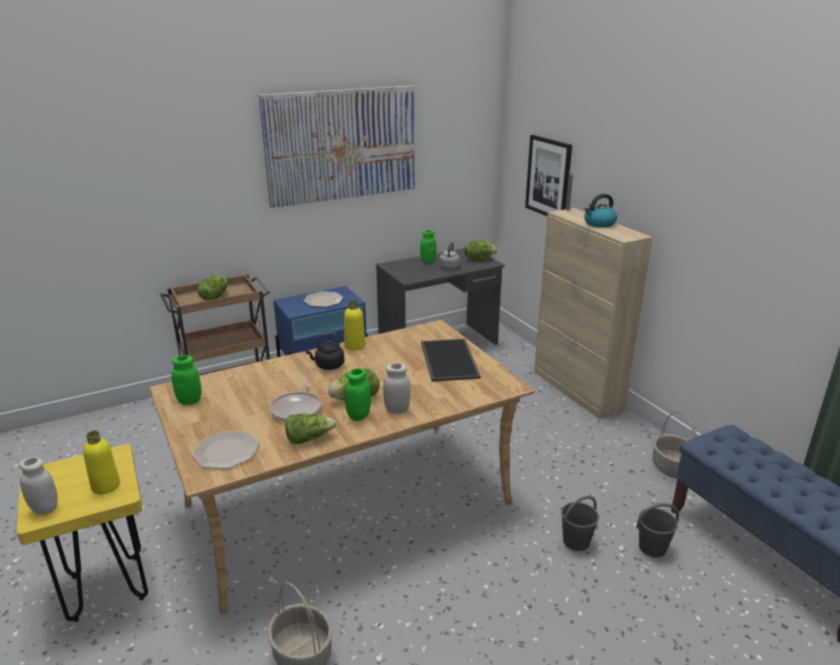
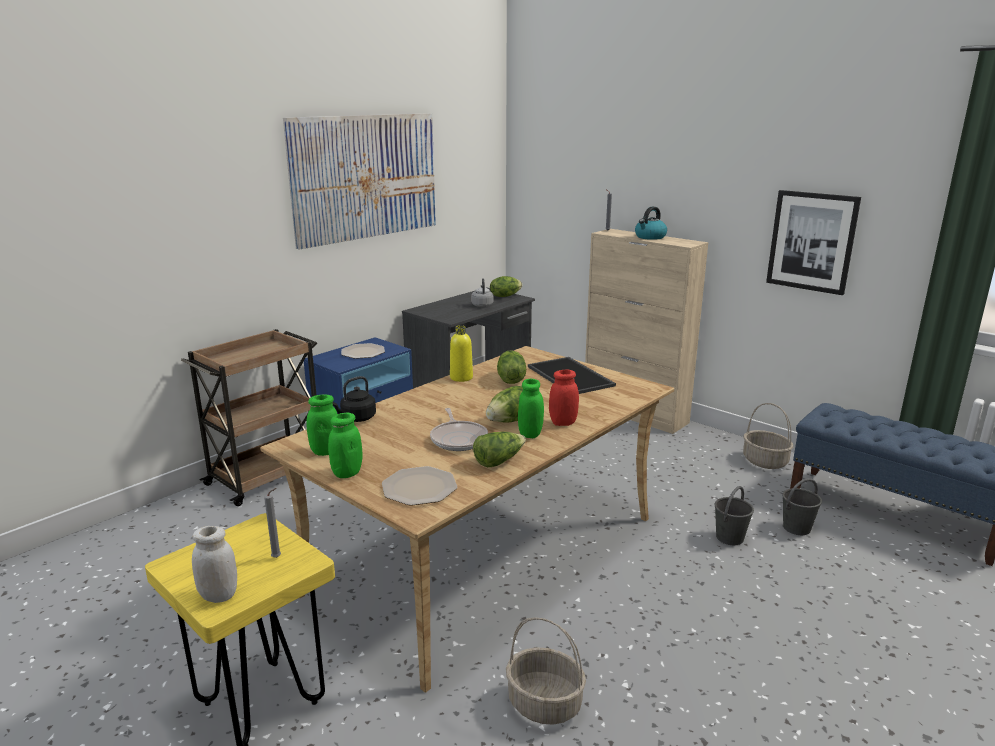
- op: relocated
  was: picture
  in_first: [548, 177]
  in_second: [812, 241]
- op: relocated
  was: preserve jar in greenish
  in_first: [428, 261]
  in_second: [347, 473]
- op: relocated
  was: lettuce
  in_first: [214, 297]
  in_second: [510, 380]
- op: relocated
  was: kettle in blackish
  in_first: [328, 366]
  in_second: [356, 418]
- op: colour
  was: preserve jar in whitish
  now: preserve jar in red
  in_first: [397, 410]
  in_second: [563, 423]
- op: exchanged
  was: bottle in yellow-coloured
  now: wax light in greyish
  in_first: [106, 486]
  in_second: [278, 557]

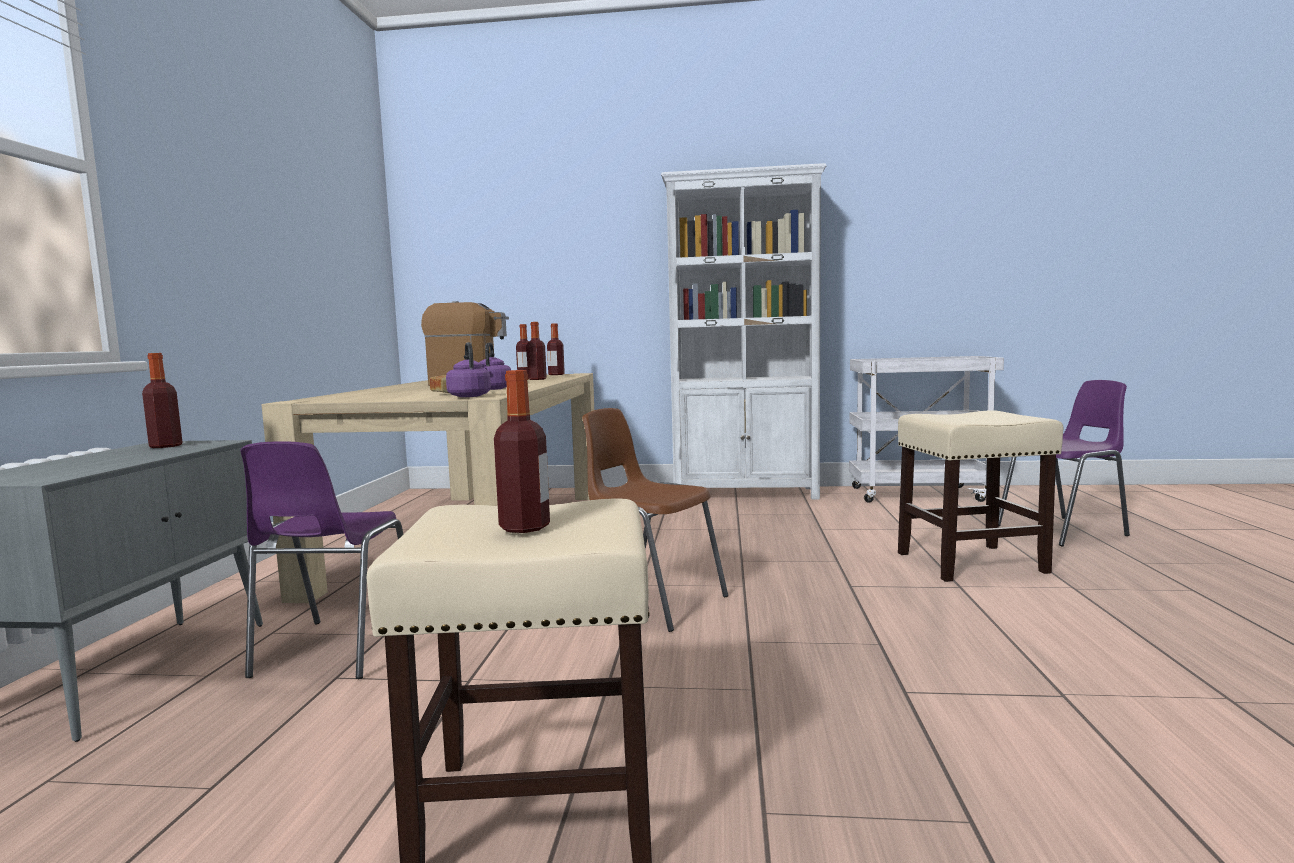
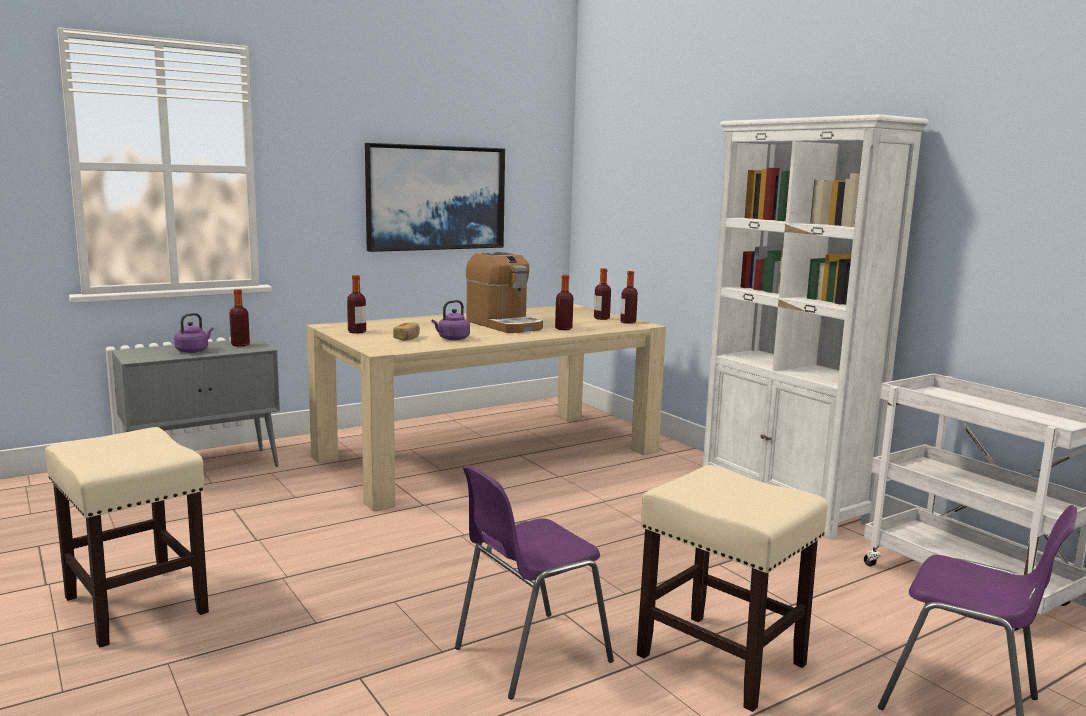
- op: relocated
  was: kettle in purplish
  in_first: [469, 396]
  in_second: [193, 351]
- op: relocated
  was: bottle
  in_first: [524, 527]
  in_second: [357, 332]
- op: missing
  was: plain chair in brown-coloured
  in_first: [651, 601]
- op: relocated
  was: plain chair in purplish
  in_first: [335, 650]
  in_second: [528, 655]
- op: appeared
  now: picture
  in_second: [436, 197]

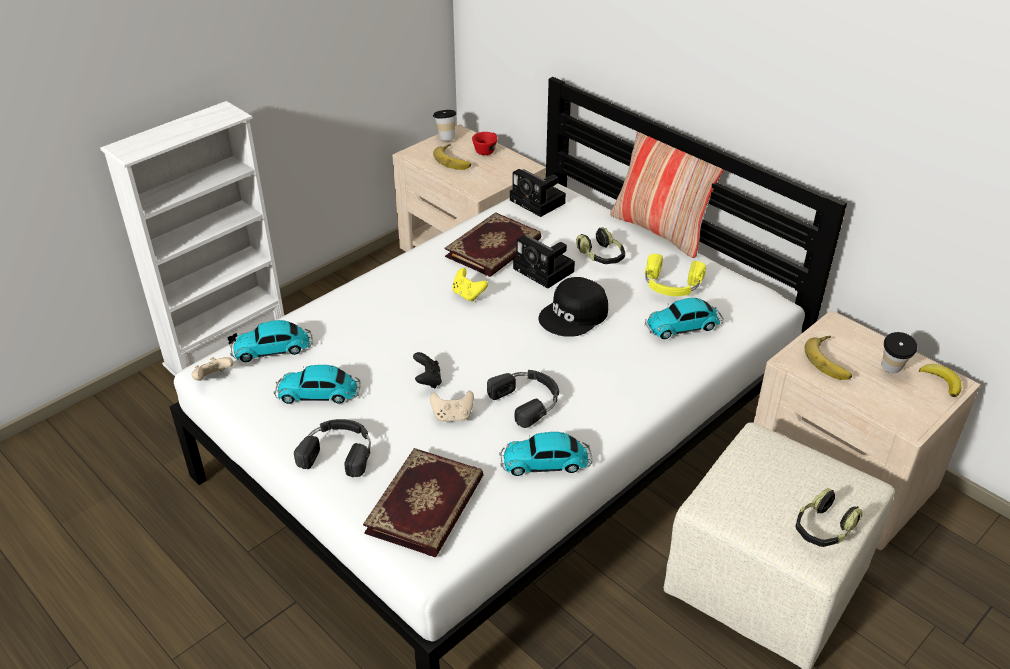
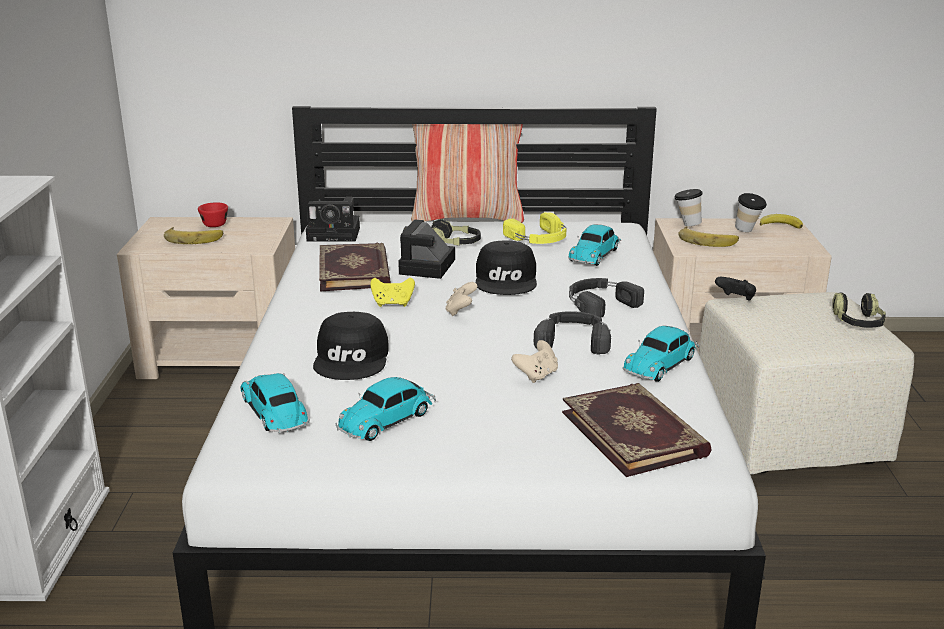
- op: relocated
  was: cup
  in_first: [445, 138]
  in_second: [686, 224]
- op: spun
  was: photo camera
  in_first: [546, 271]
  in_second: [427, 268]
  clockwise: 105
- op: spun
  was: miniature car
  in_first: [274, 349]
  in_second: [275, 413]
  clockwise: 120
- op: relocated
  was: game controller in blackish
  in_first: [428, 381]
  in_second: [735, 299]
- op: relocated
  was: game controller in beige-coloured
  in_first: [213, 378]
  in_second: [460, 311]
- op: relocated
  was: headphones in blackish
  in_first: [338, 451]
  in_second: [599, 303]
- op: appeared
  now: baseball cap in blackish
  in_second: [353, 358]

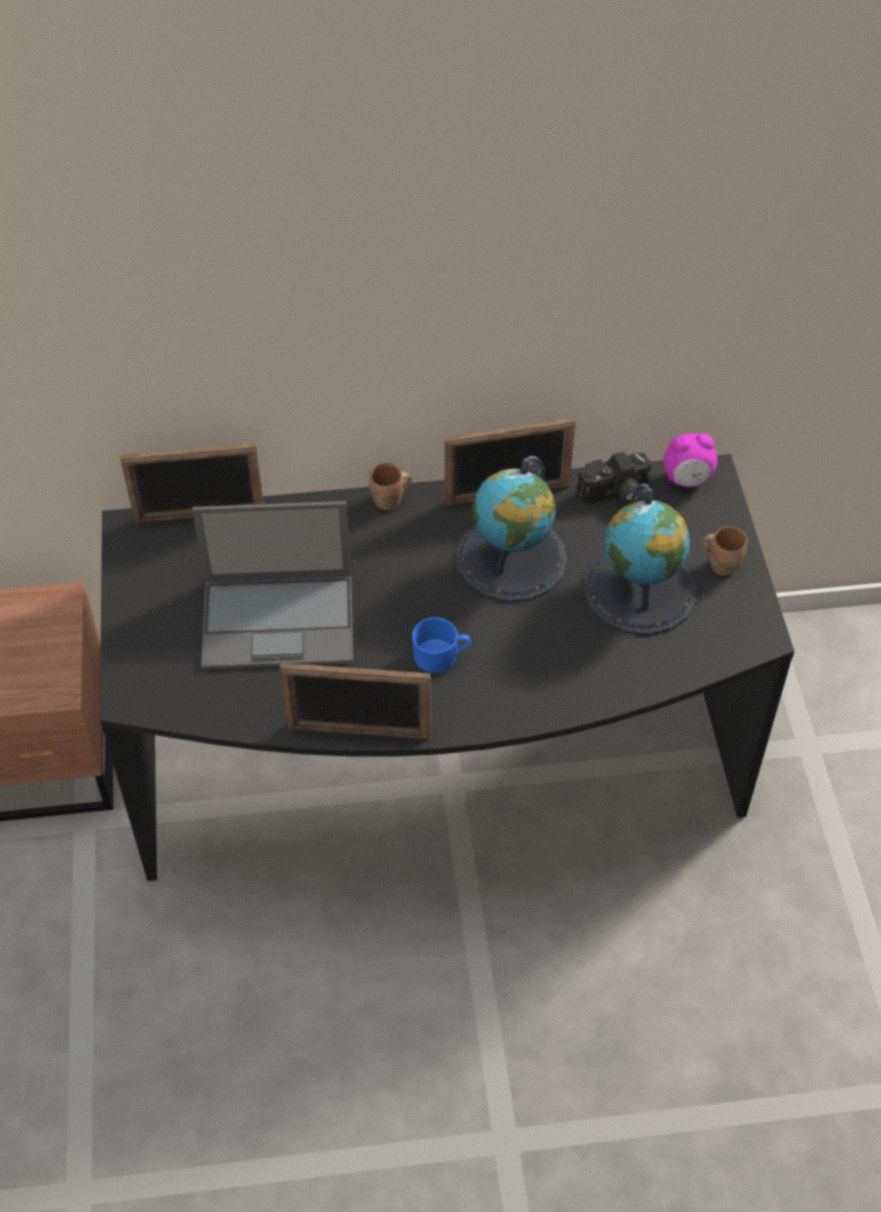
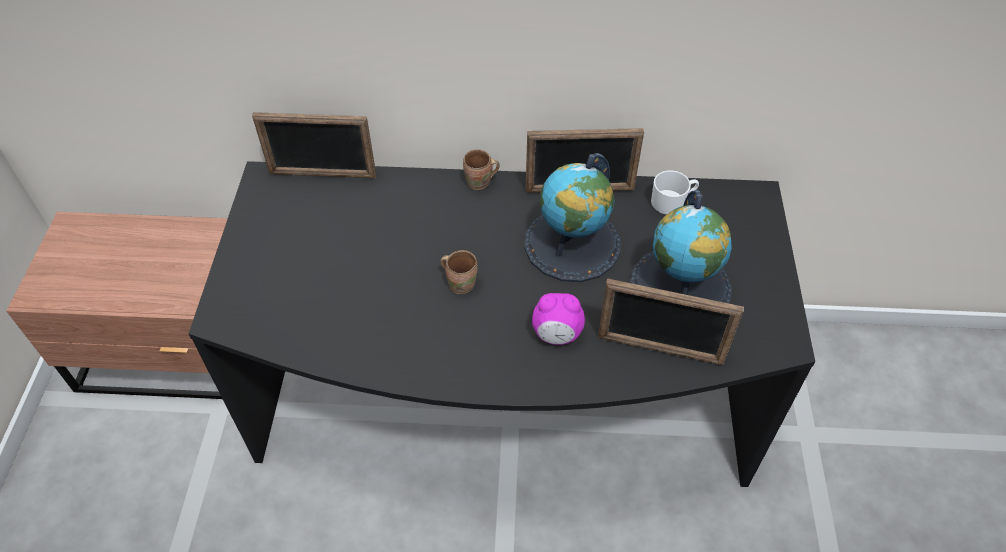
- op: relocated
  was: table clock
  in_first: [687, 480]
  in_second: [557, 335]
- op: exchanged
  was: photo camera
  now: mug in whitish
  in_first: [615, 494]
  in_second: [672, 202]
- op: missing
  was: portable computer
  in_first: [280, 620]
- op: relocated
  was: mug in brown-coloured
  in_first: [722, 563]
  in_second: [461, 283]
- op: missing
  was: mug in bluish
  in_first: [441, 656]
- op: relocated
  was: photo frame
  in_first: [359, 731]
  in_second: [660, 349]

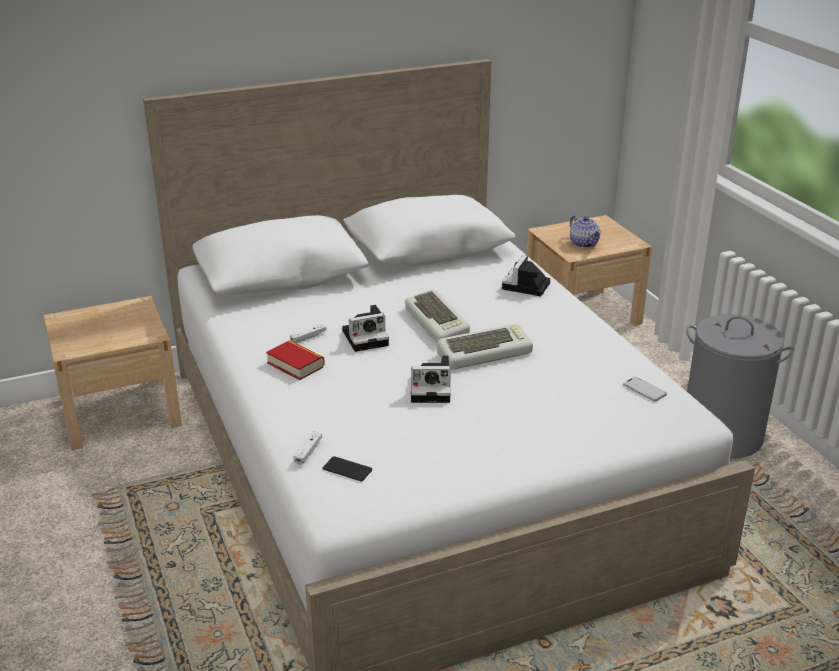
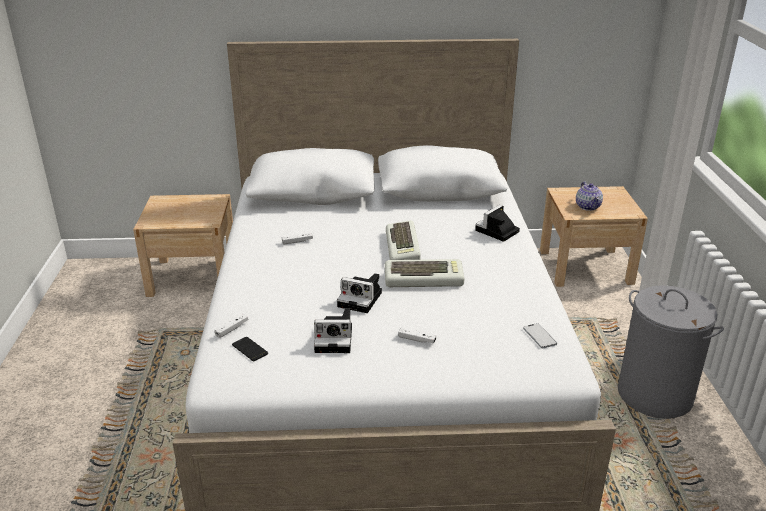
- op: relocated
  was: photo camera
  in_first: [367, 337]
  in_second: [335, 339]
- op: missing
  was: book
  in_first: [295, 365]
- op: appeared
  now: game controller in whitish
  in_second: [417, 339]

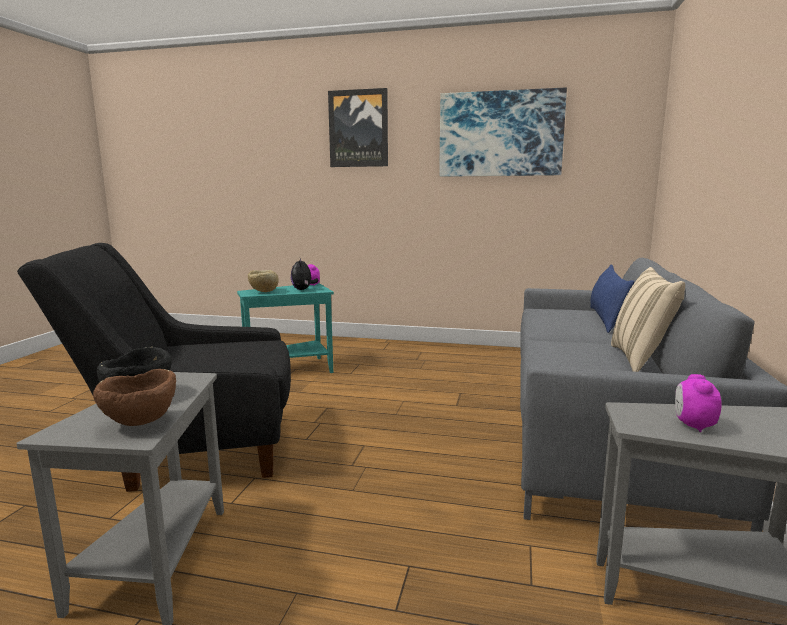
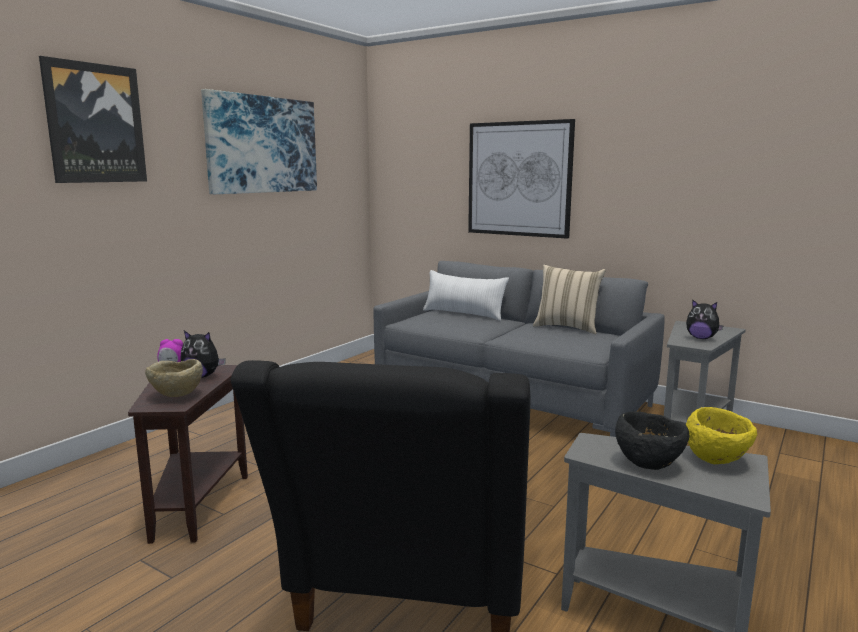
- op: colour
  was: pillow in bluish
  now: pillow in whitish
  in_first: [607, 319]
  in_second: [463, 314]
- op: colour
  was: accent table in turquoise
  now: accent table in brown-coloured
  in_first: [292, 370]
  in_second: [196, 503]
- op: colour
  was: bowl in brown-coloured
  now: bowl in yellow-coloured
  in_first: [140, 424]
  in_second: [718, 460]
- op: exchanged
  was: table clock
  now: cuddly toy
  in_first: [693, 425]
  in_second: [701, 338]
- op: appeared
  now: picture
  in_second: [519, 179]

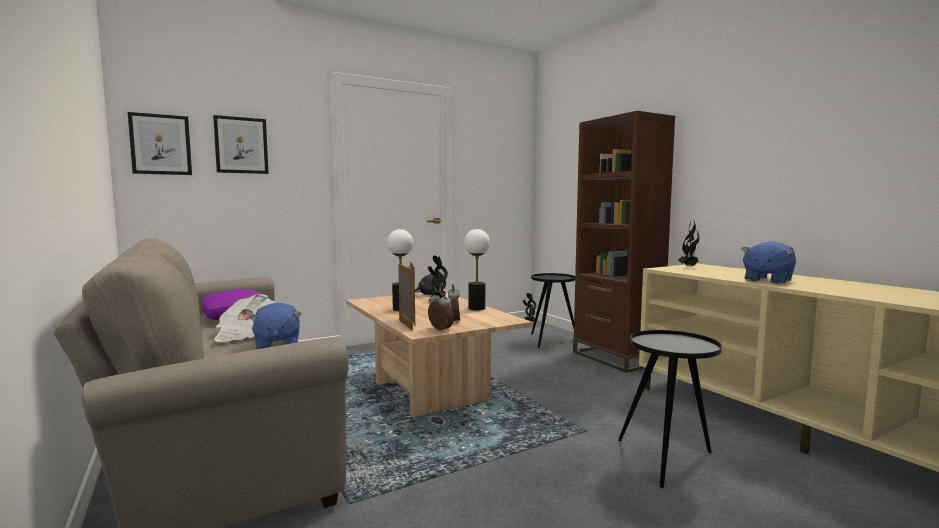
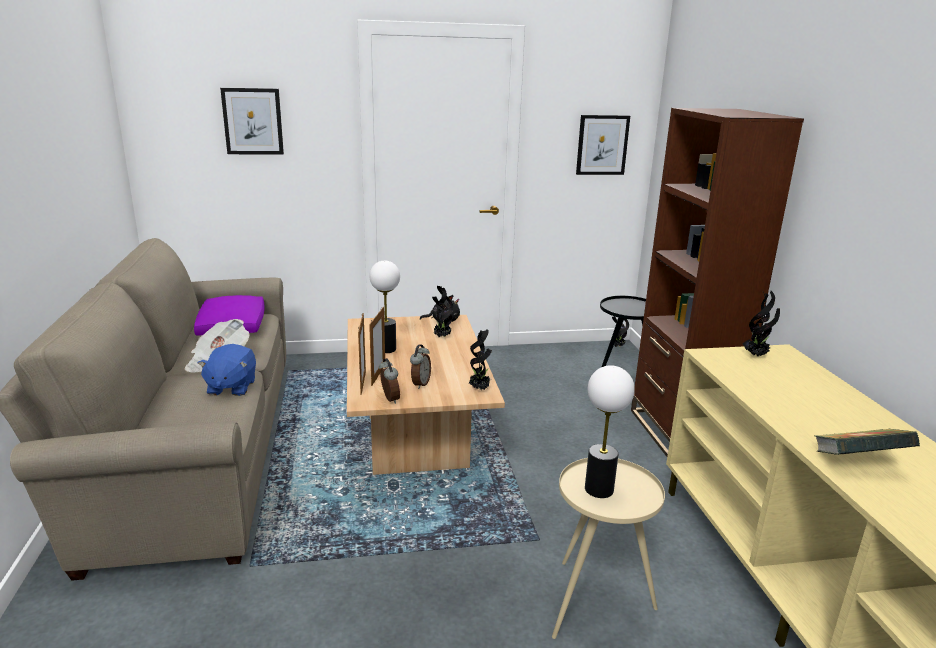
- op: relocated
  was: picture
  in_first: [161, 144]
  in_second: [602, 145]
- op: relocated
  was: table lamp
  in_first: [477, 308]
  in_second: [599, 489]
- op: missing
  was: cuddly toy in bluish
  in_first: [767, 280]
- op: colour
  was: accent table in blackish
  now: accent table in beige-coloured
  in_first: [668, 459]
  in_second: [596, 604]
- op: appeared
  now: houseplant
  in_second: [480, 389]
- op: appeared
  now: book
  in_second: [857, 463]

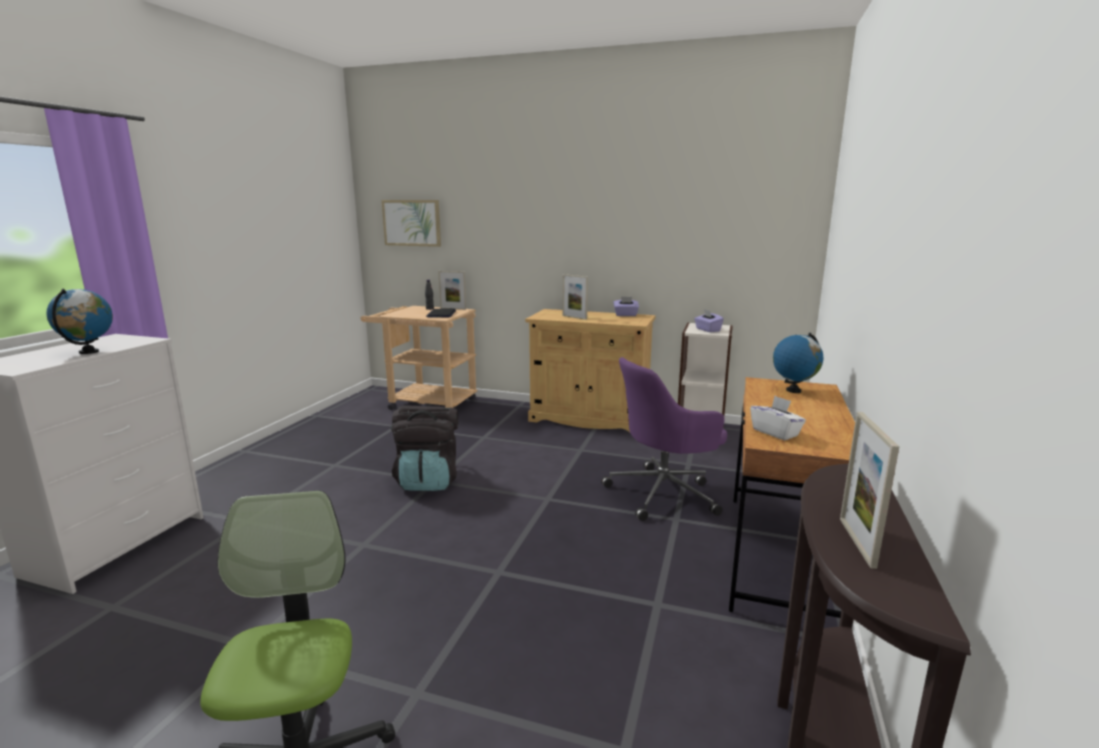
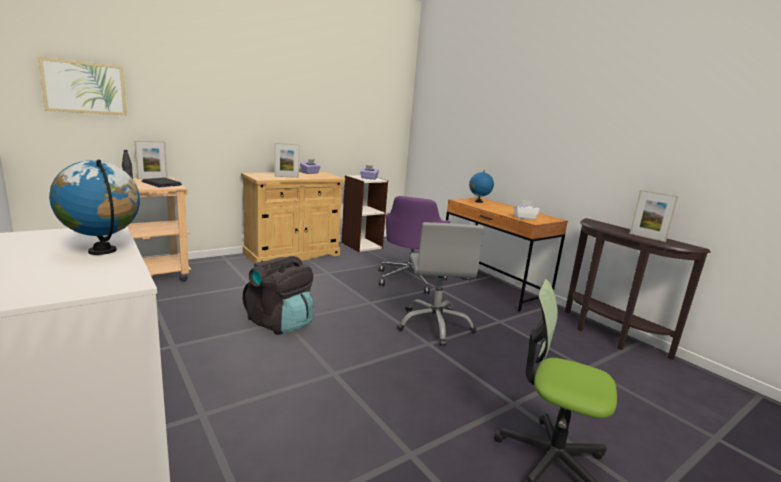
- op: appeared
  now: computer chair in greyish
  in_second: [435, 325]

